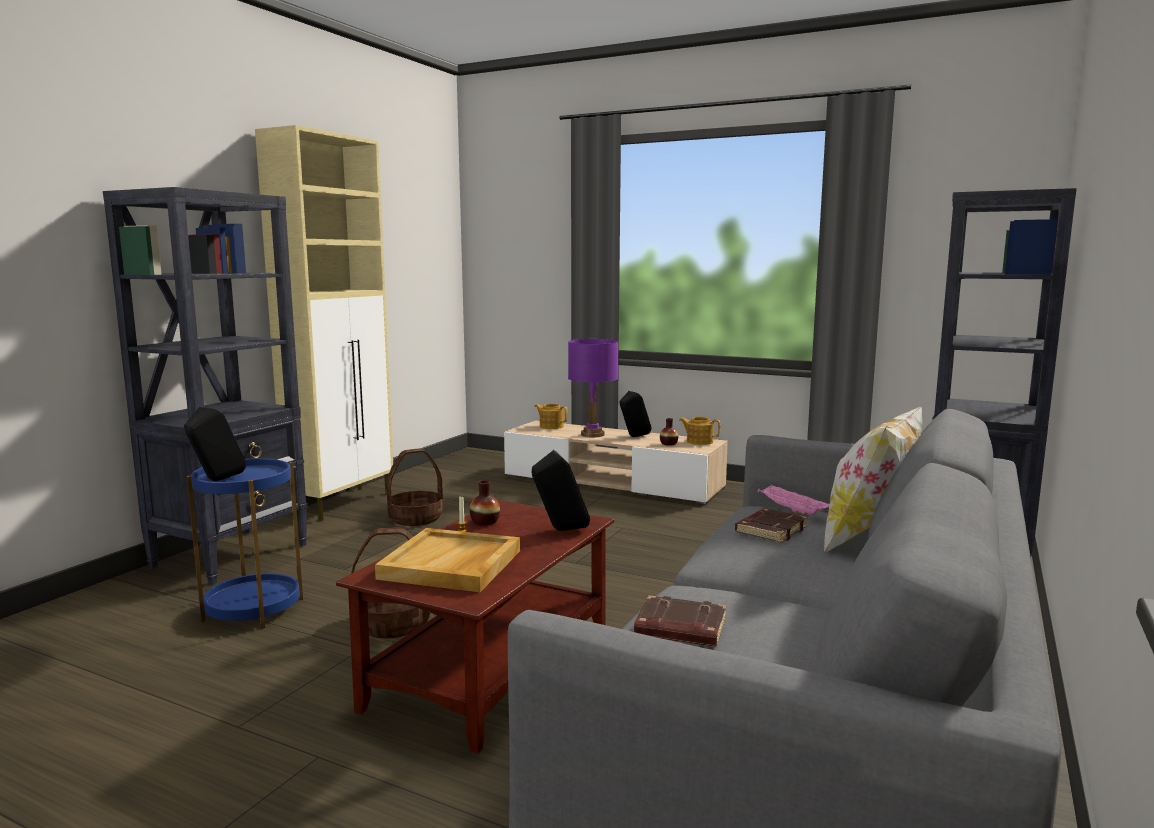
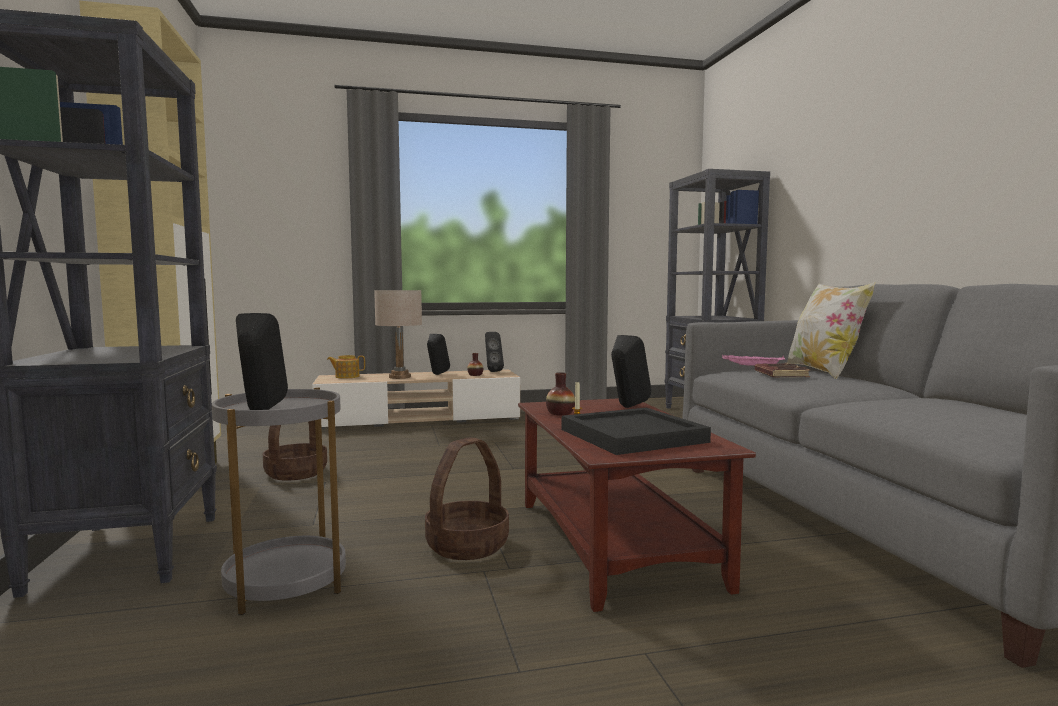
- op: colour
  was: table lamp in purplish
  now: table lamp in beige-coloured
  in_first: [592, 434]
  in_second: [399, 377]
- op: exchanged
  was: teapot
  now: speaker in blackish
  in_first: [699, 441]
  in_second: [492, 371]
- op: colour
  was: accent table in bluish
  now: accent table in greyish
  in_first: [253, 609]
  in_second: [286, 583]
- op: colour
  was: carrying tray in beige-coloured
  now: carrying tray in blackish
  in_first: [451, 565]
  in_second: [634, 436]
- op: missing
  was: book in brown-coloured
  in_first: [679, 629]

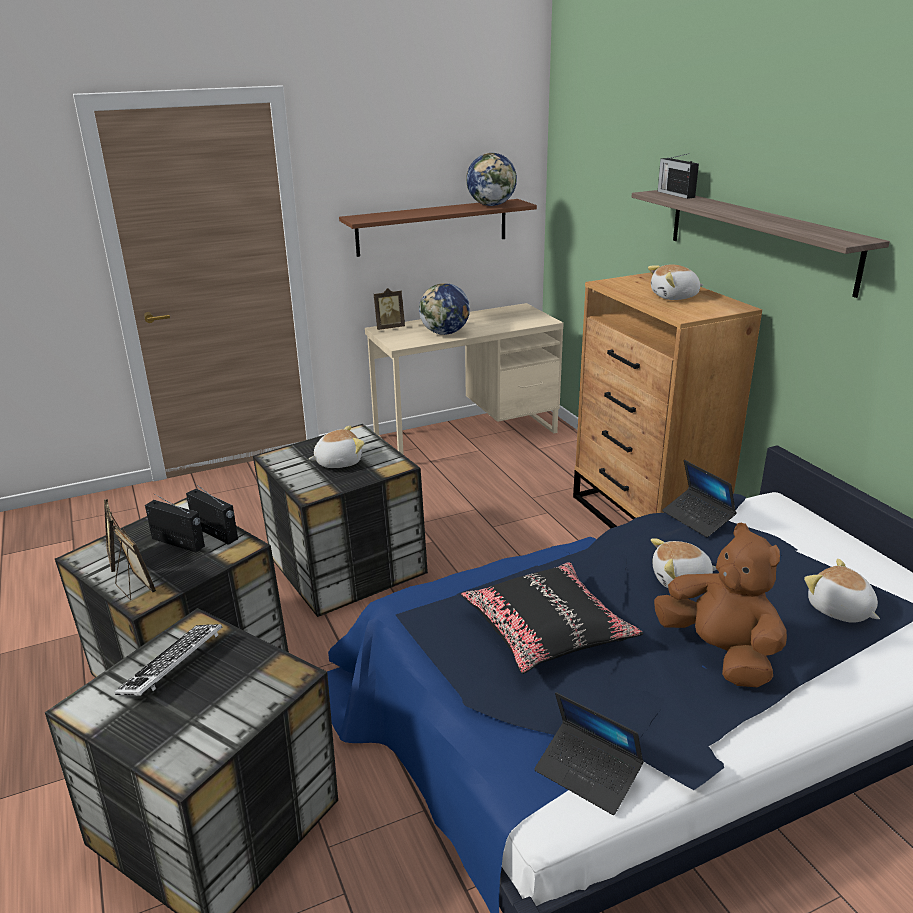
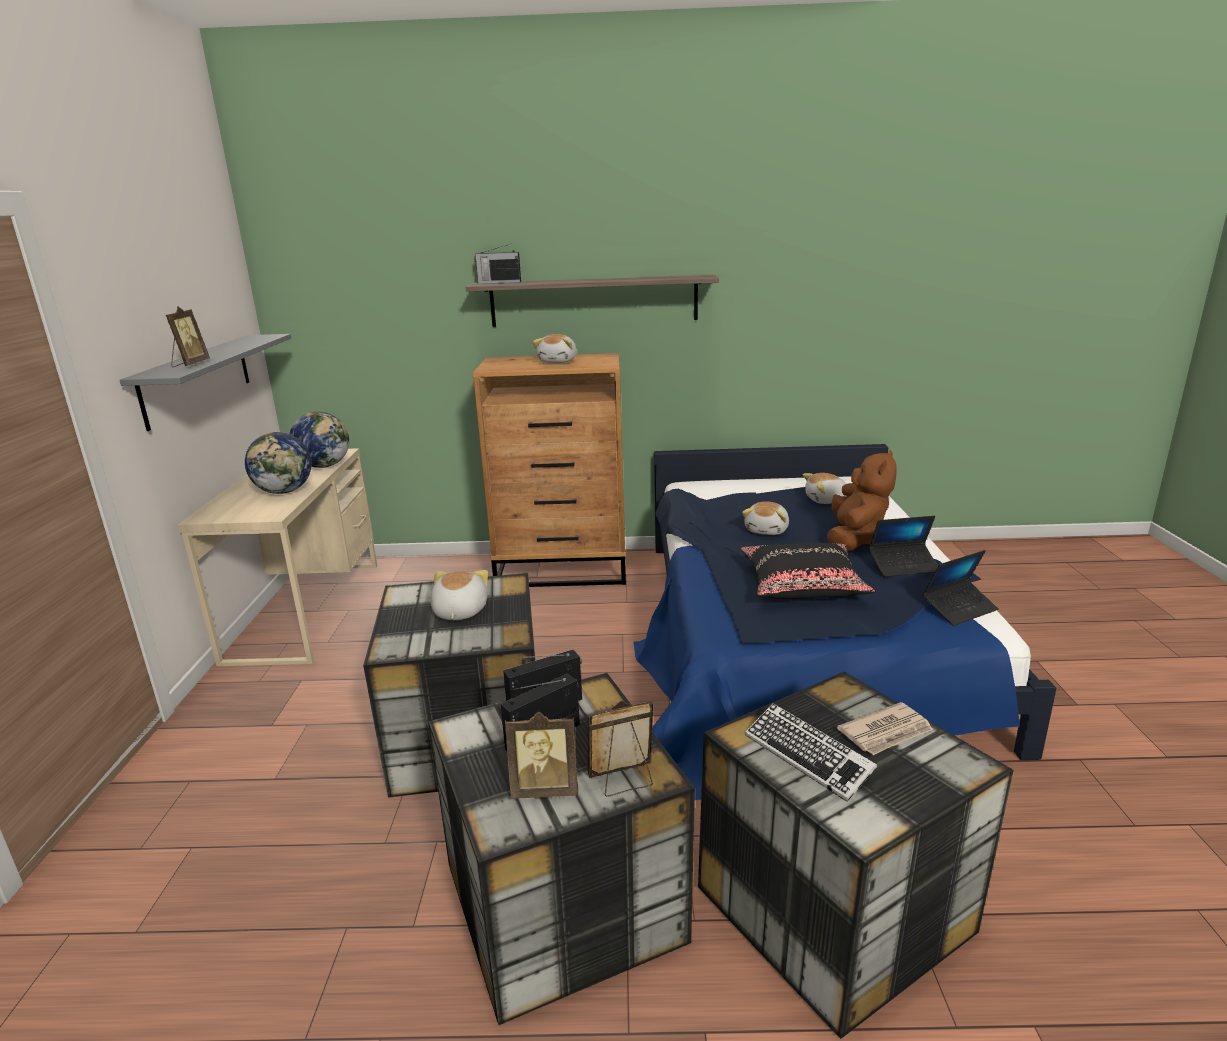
- op: relocated
  was: globe
  in_first: [491, 205]
  in_second: [324, 466]
- op: colour
  was: wall shelf in brown-coloured
  now: wall shelf in greyish
  in_first: [432, 227]
  in_second: [197, 379]
- op: relocated
  was: photo frame
  in_first: [389, 327]
  in_second: [190, 364]
- op: relocated
  was: portable computer
  in_first: [697, 518]
  in_second: [903, 566]
- op: spun
  was: cuddly toy in brown-coloured
  in_first: [719, 653]
  in_second: [855, 539]
  clockwise: 120
- op: appeared
  now: printed paper
  in_second: [886, 732]

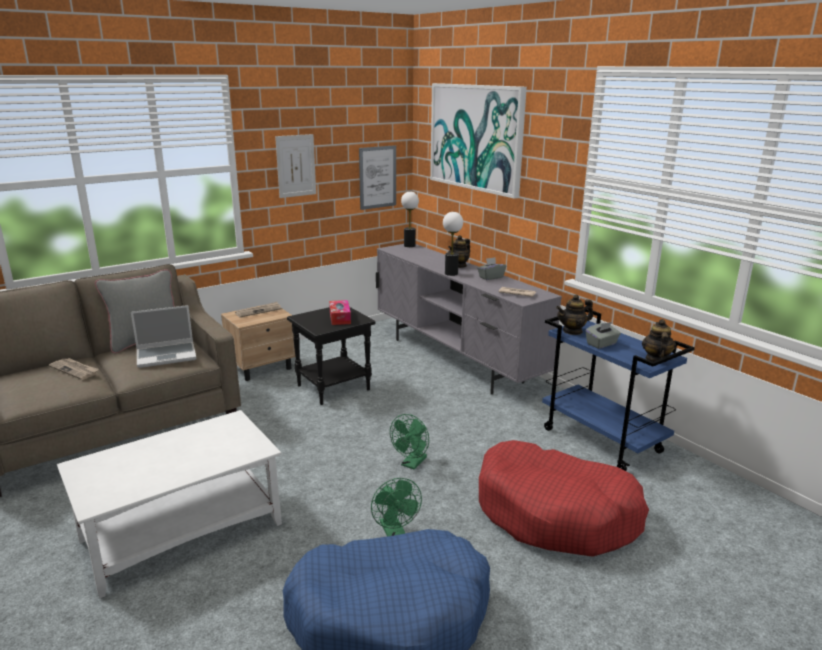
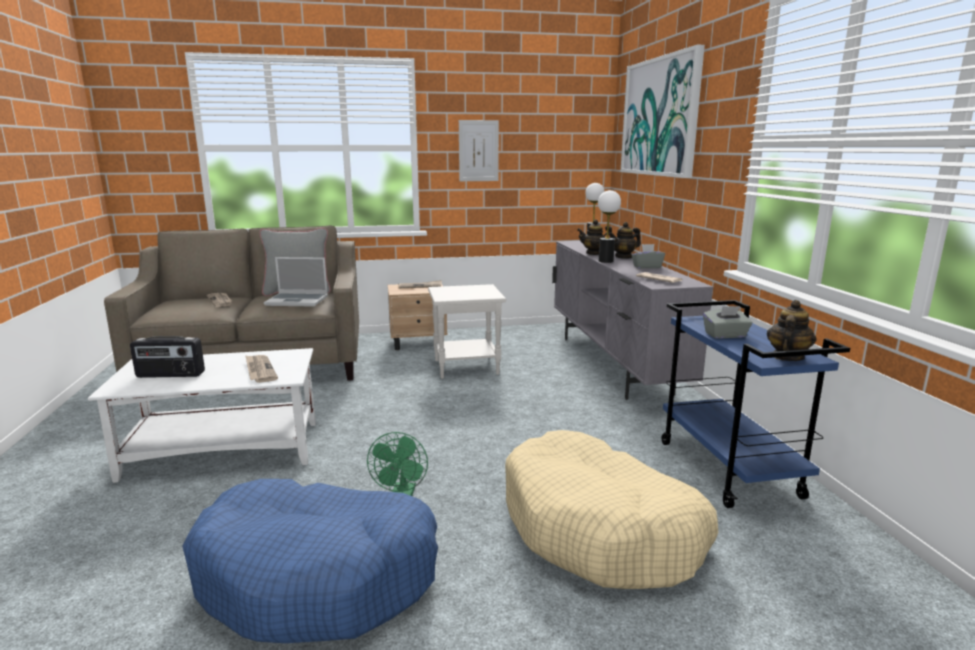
- op: missing
  was: picture
  in_first: [377, 177]
- op: relocated
  was: teapot
  in_first: [572, 331]
  in_second: [594, 253]
- op: missing
  was: tissue box
  in_first: [340, 318]
- op: colour
  was: accent table in blackish
  now: accent table in whitish
  in_first: [333, 387]
  in_second: [467, 367]
- op: missing
  was: electric fan in greenish
  in_first: [412, 464]
- op: colour
  was: pet bed in red
  now: pet bed in beige-coloured
  in_first: [556, 513]
  in_second: [600, 529]
- op: appeared
  now: radio set
  in_second: [170, 375]
- op: appeared
  now: printed paper
  in_second: [259, 370]

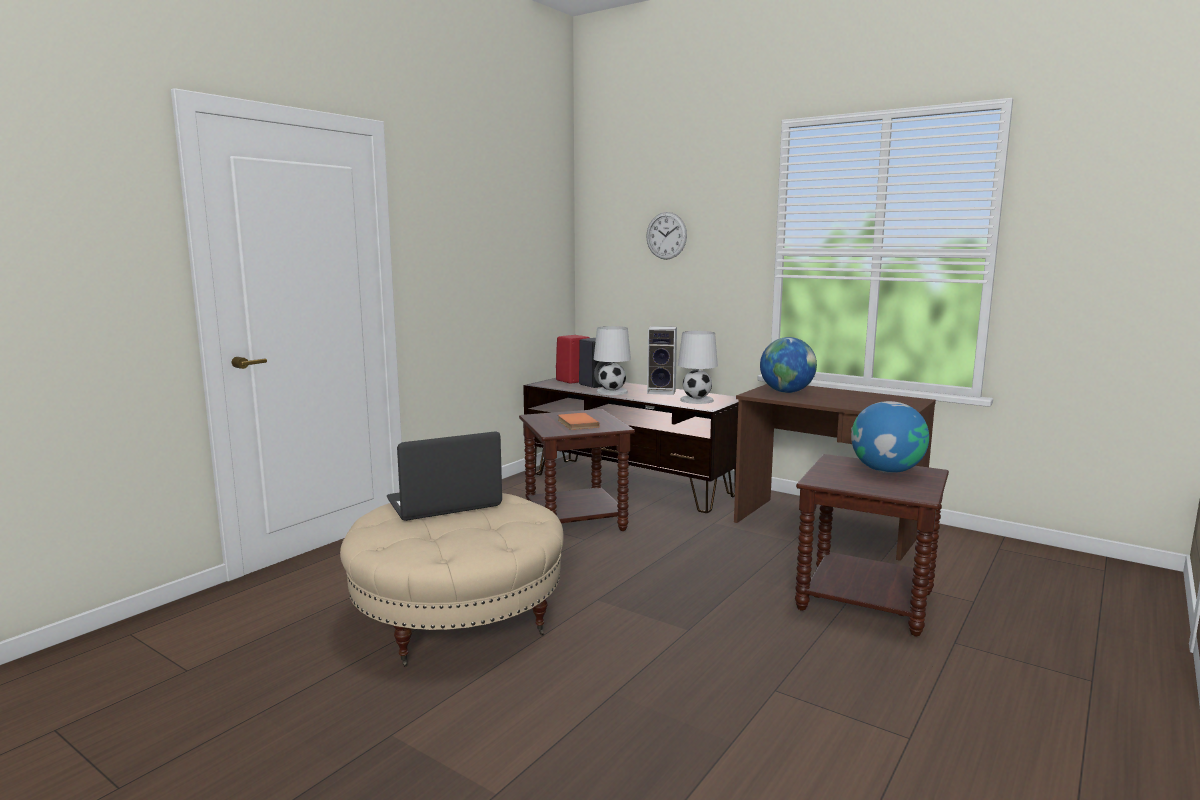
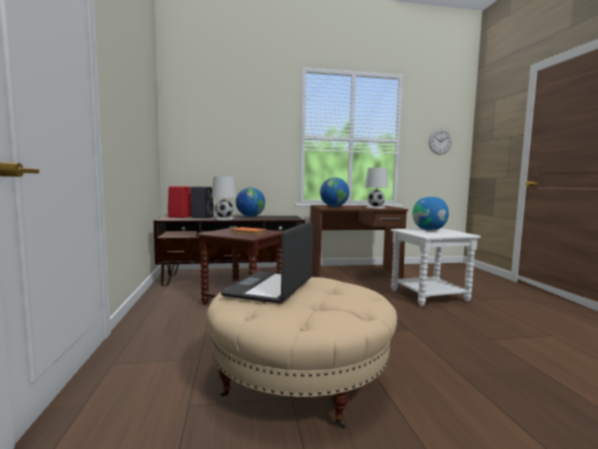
- op: relocated
  was: hanging clock
  in_first: [666, 235]
  in_second: [440, 141]
- op: exchanged
  was: speaker
  now: globe
  in_first: [662, 391]
  in_second: [250, 216]
- op: relocated
  was: table lamp in whitish
  in_first: [696, 400]
  in_second: [375, 207]
- op: colour
  was: accent table in brown-coloured
  now: accent table in whitish
  in_first: [865, 601]
  in_second: [429, 295]

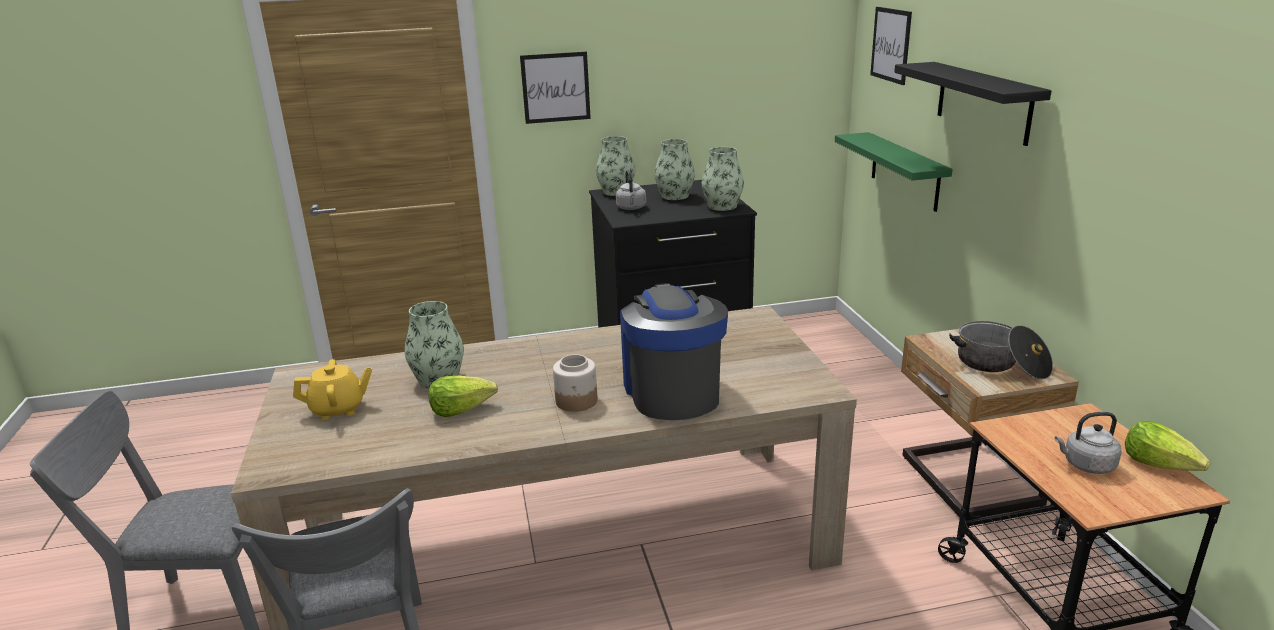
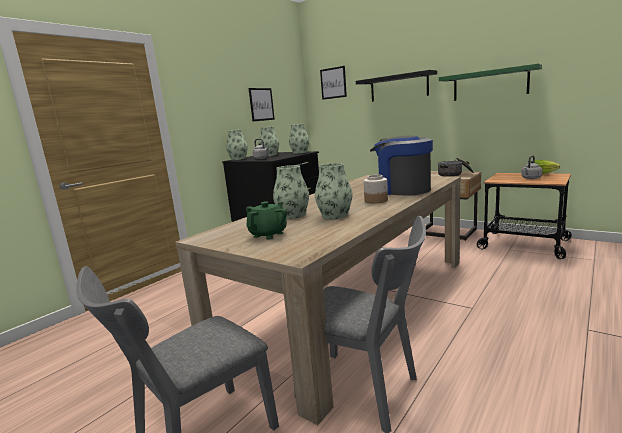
- op: relocated
  was: picture
  in_first: [555, 87]
  in_second: [261, 104]
- op: relocated
  was: wall shelf in greenish
  in_first: [905, 171]
  in_second: [490, 84]
- op: colour
  was: teapot in yellow-coloured
  now: teapot in greenish
  in_first: [338, 409]
  in_second: [268, 234]
- op: exchanged
  was: lettuce
  now: flower vase
  in_first: [461, 409]
  in_second: [335, 215]

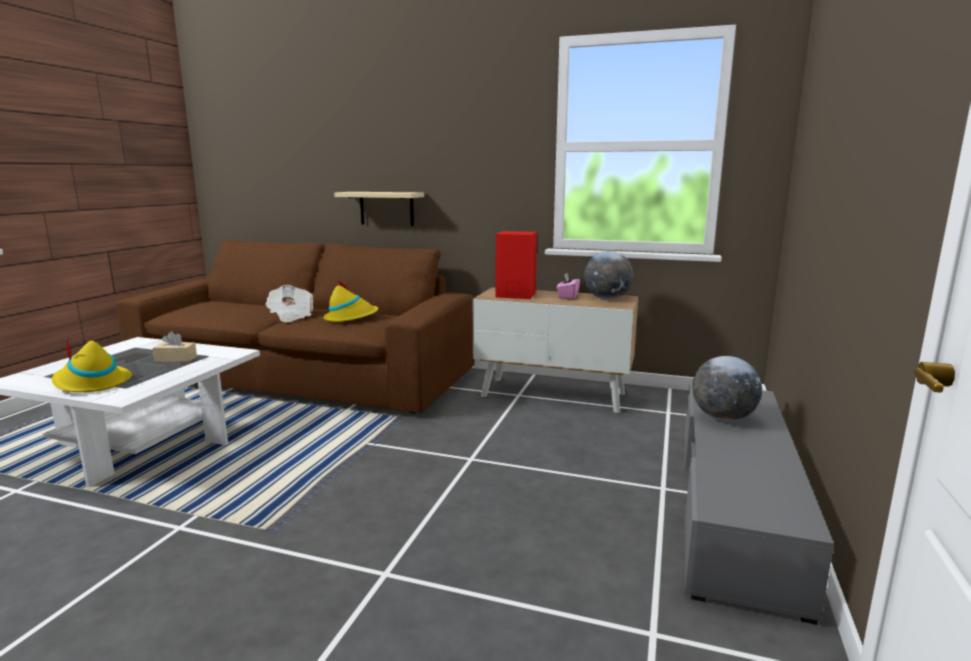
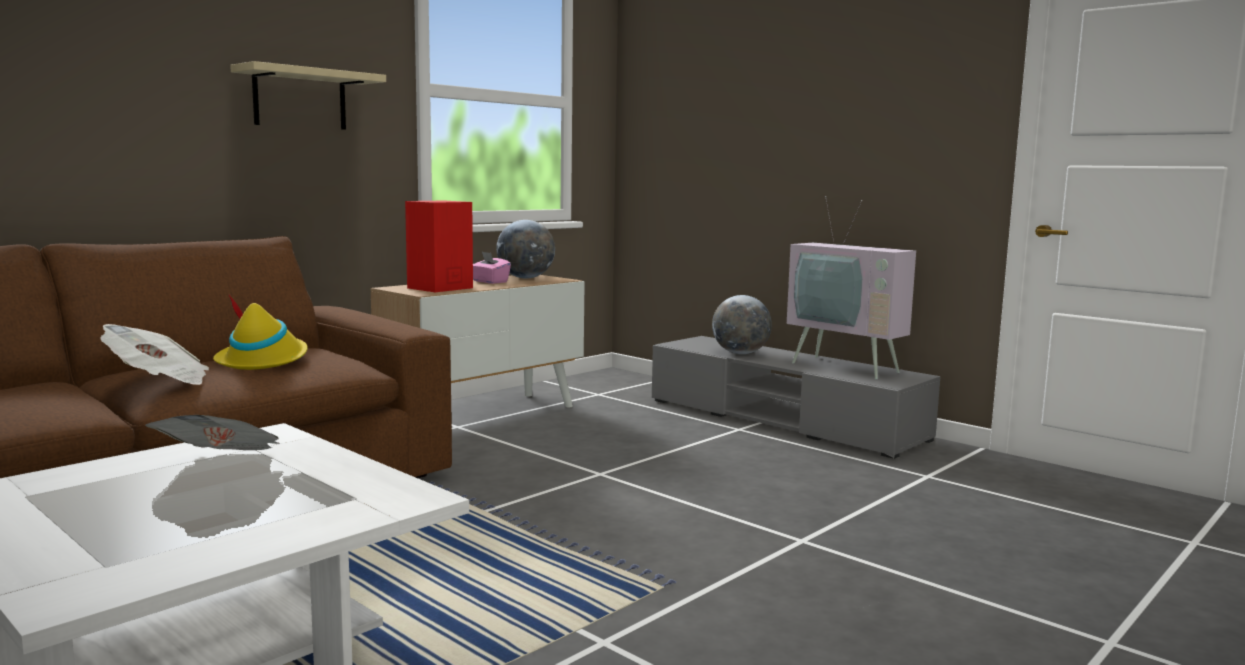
- op: relocated
  was: wall shelf in beige-coloured
  in_first: [386, 208]
  in_second: [300, 99]
- op: exchanged
  was: tissue box in beige-coloured
  now: printed paper
  in_first: [176, 359]
  in_second: [222, 467]
- op: missing
  was: hat in yellow-coloured
  in_first: [91, 383]
- op: appeared
  now: television
  in_second: [850, 366]

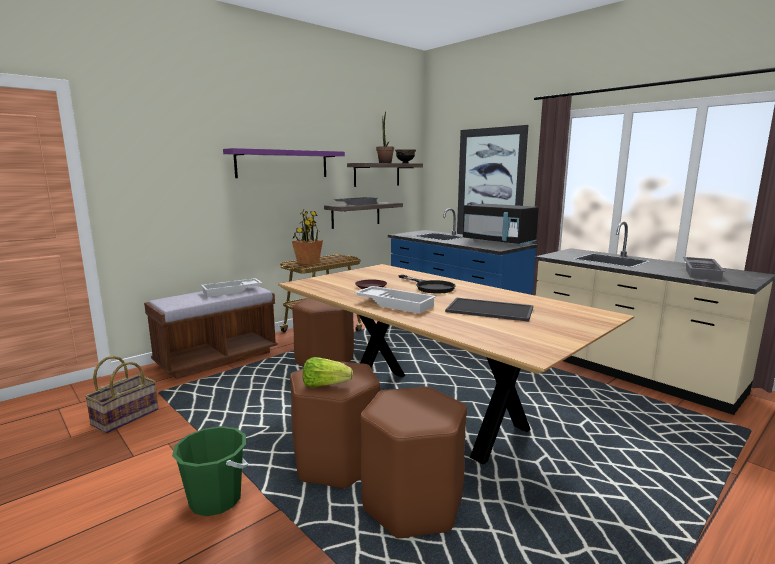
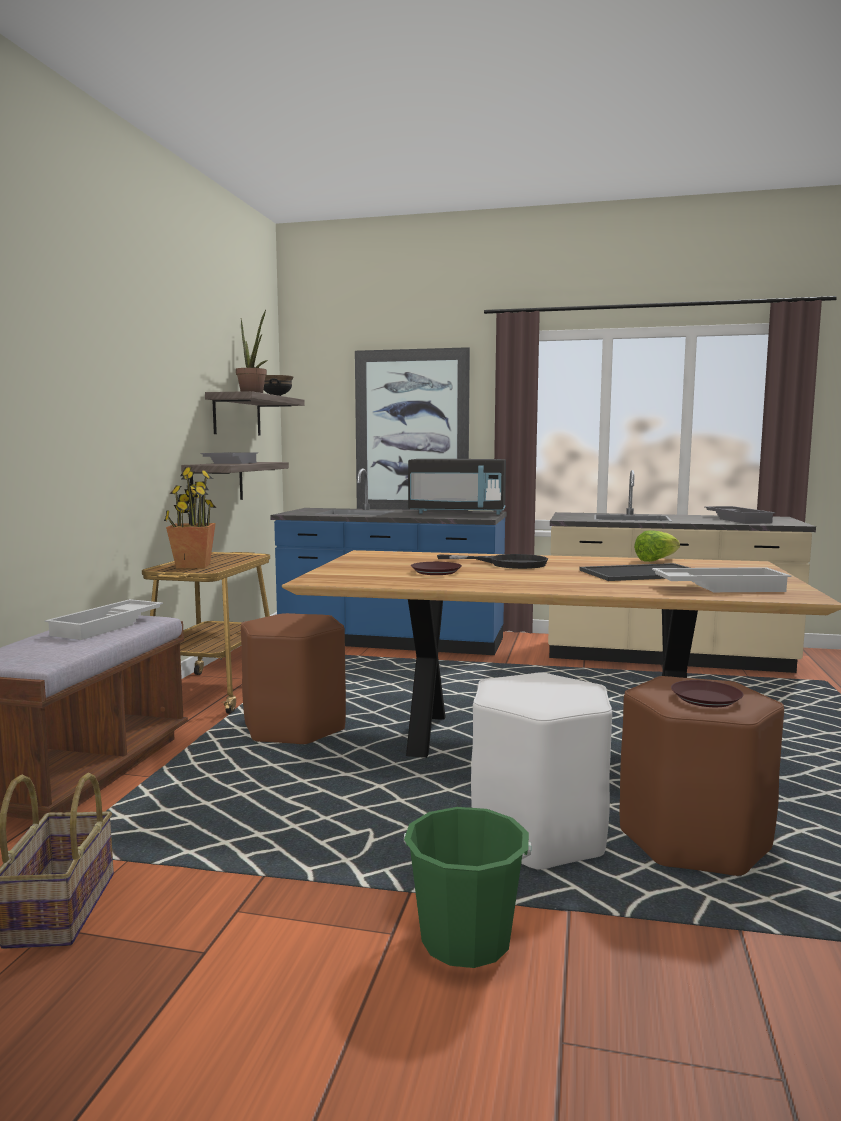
- op: missing
  was: wall shelf in purplish
  in_first: [283, 164]
- op: relocated
  was: carrying tray in whitish
  in_first: [396, 304]
  in_second: [719, 587]
- op: relocated
  was: lettuce
  in_first: [325, 385]
  in_second: [656, 560]
- op: colour
  was: sitting stool in brown-coloured
  now: sitting stool in whitish
  in_first: [336, 462]
  in_second: [537, 834]
- op: appeared
  now: plate in brown-coloured
  in_second: [706, 699]

